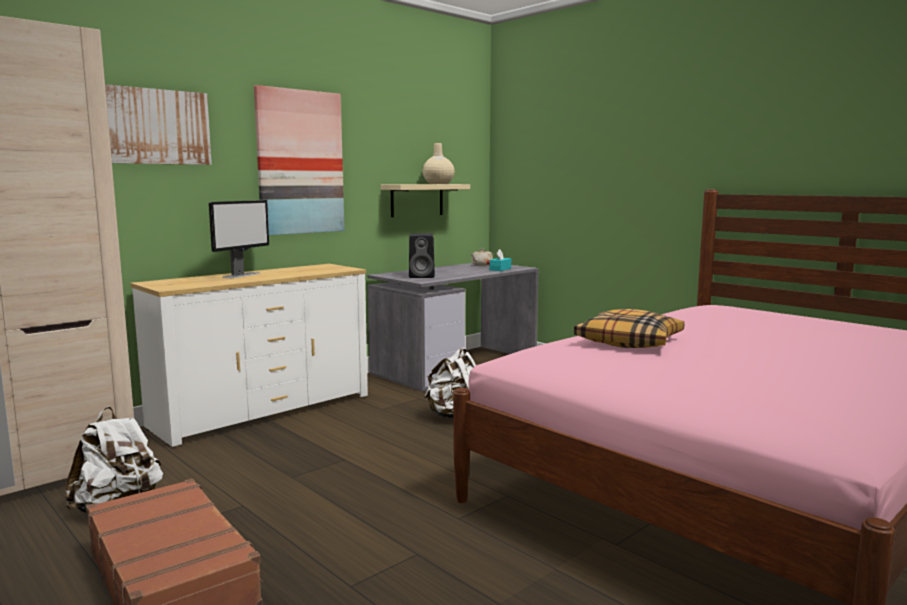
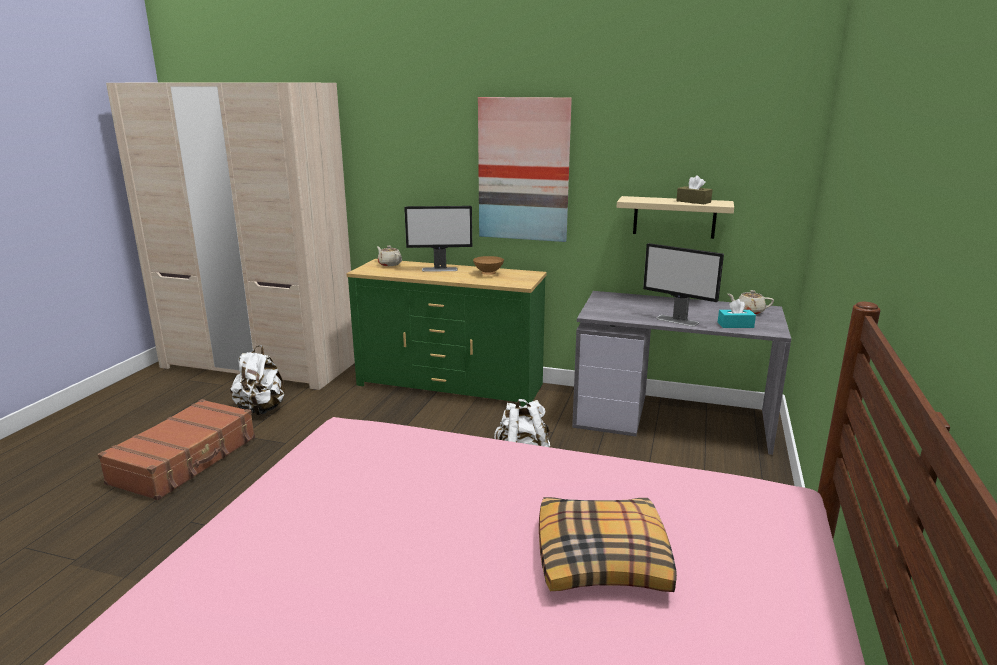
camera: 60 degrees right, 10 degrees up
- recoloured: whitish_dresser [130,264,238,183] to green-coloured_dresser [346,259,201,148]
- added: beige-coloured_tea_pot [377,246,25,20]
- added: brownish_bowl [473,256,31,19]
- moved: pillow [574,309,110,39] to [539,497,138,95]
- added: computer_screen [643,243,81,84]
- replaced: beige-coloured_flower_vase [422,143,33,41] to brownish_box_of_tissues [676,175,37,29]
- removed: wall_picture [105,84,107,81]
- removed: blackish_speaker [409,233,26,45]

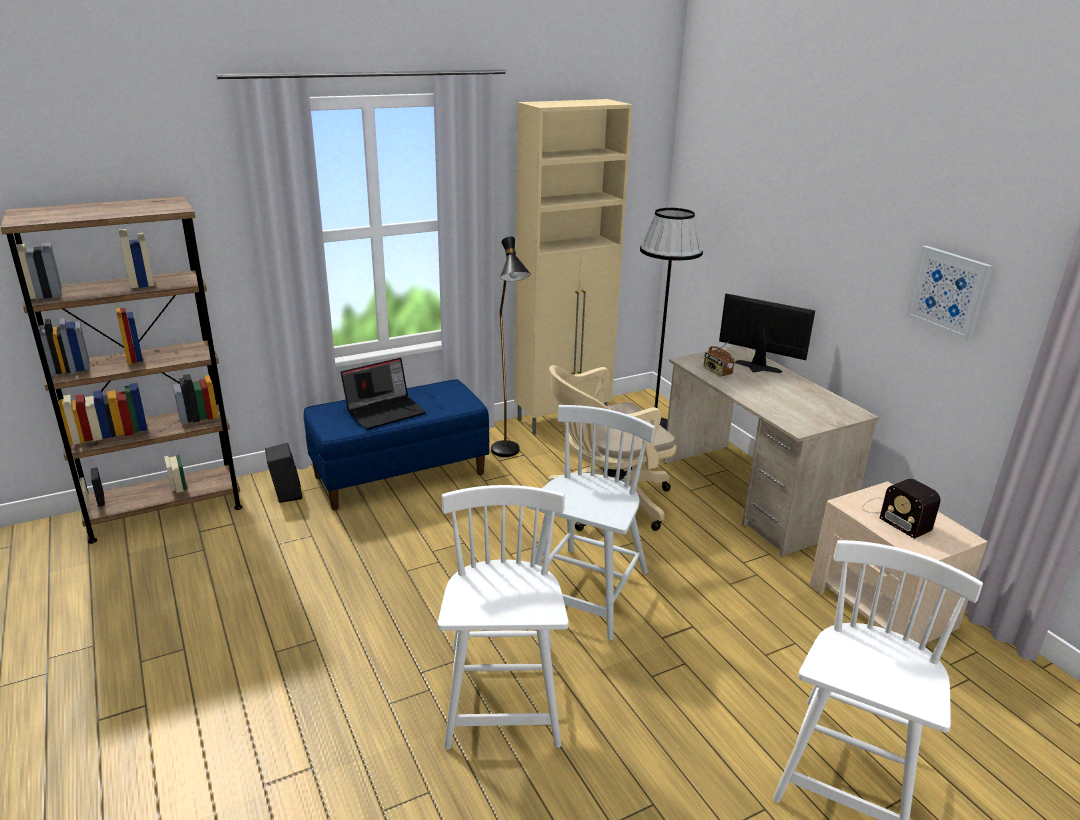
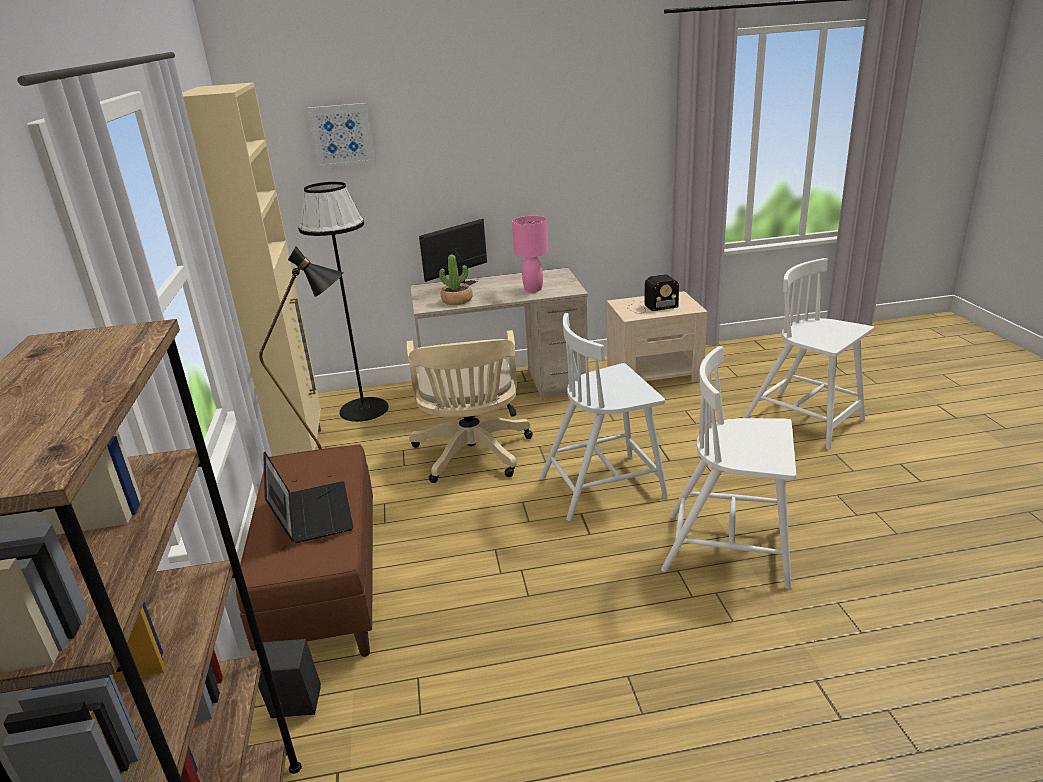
camera: 70 degrees left, 0 degrees up
- recoloured: bluish_long_seat [304,379,185,131] to brownish_long_seat [236,444,137,213]
- moved: wall_picture [905,246,87,95] to [307,103,67,65]
- replaced: radio_receiver [704,341,30,36] to houseplant [439,255,34,50]
- added: pink_lamp_for_a_table [512,216,36,76]
- turned: whitish_plain_chair [527,405,128,235] = [540,313,128,208] 60 degrees counterclockwise

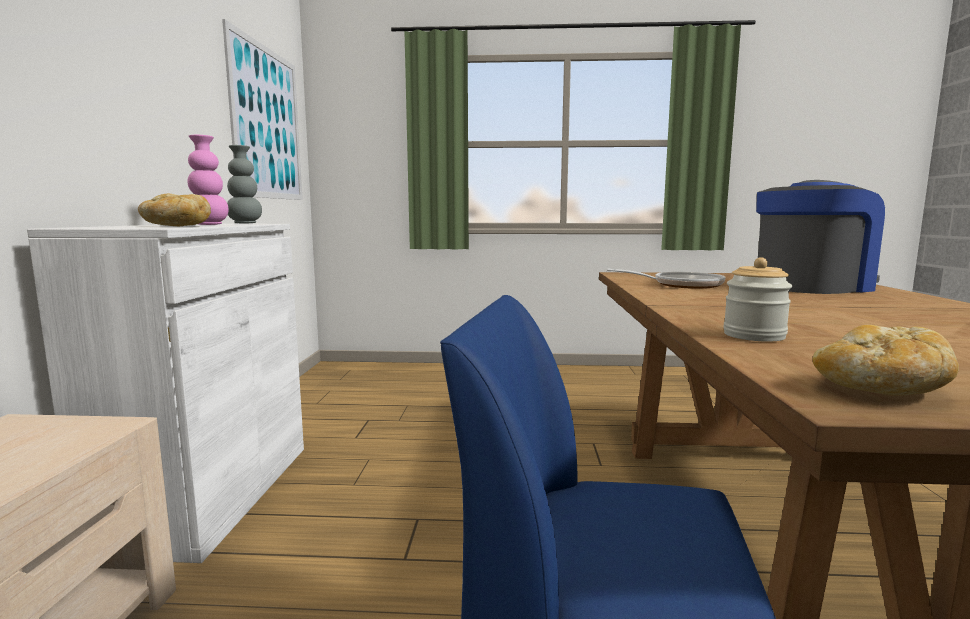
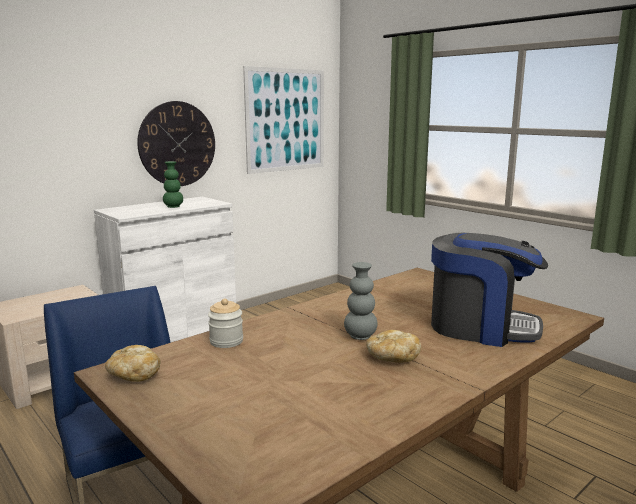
camera: 45 degrees right, 5 degrees up
- added: clock_on_the_wall [137,101,78,85]
- recoloured: pink_flower_vase [187,135,42,90] to green-coloured_flower_vase [163,161,20,47]
- moved: grey_flower_vase [227,145,35,79] to [344,262,34,78]
- moved: baked_bread [138,194,73,32] to [366,330,55,33]
- removed: frying_pan [607,269,119,20]

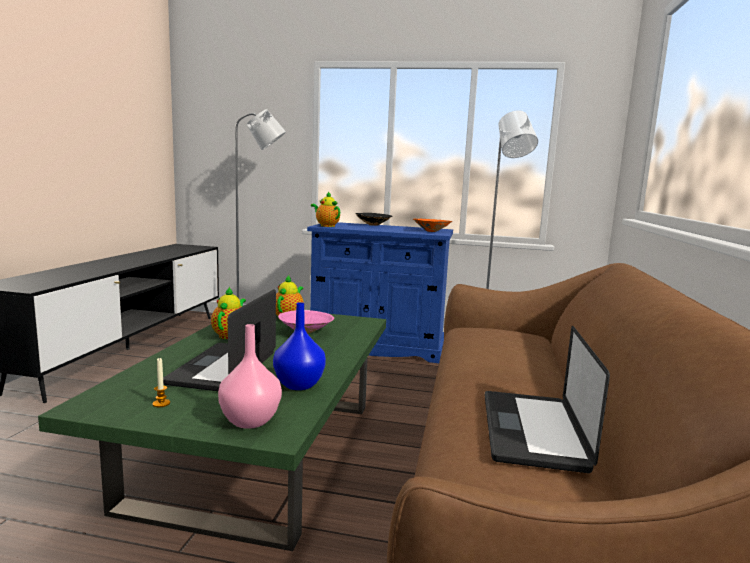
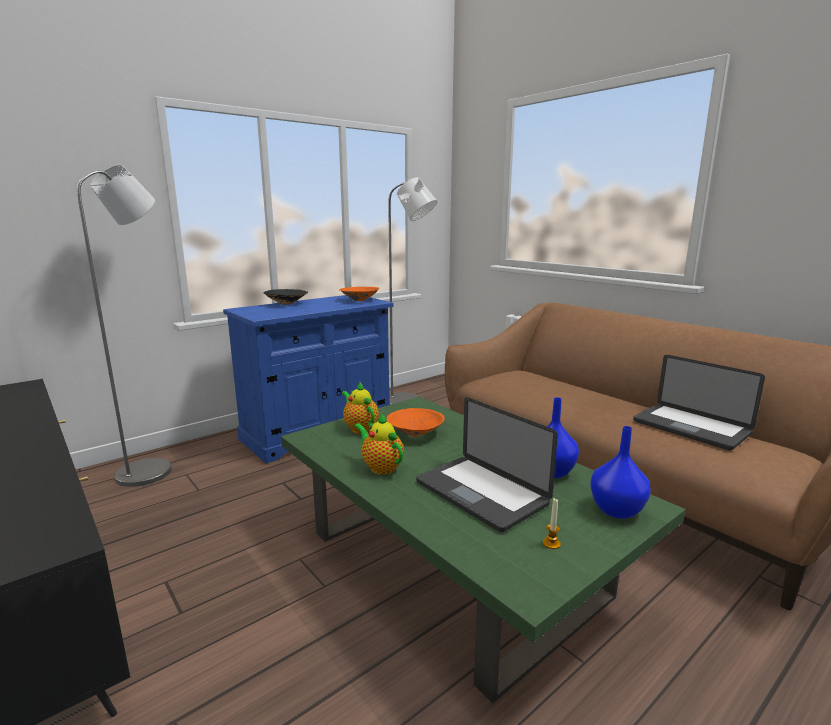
camera: 50 degrees left, 5 degrees up
- recoloured: pink_bowl [278,310,56,24] to orange_bowl [387,408,58,29]
- recoloured: pink_flower_vase [218,324,64,105] to bluish_flower_vase [590,426,61,93]
- removed: tea_pot [311,192,29,35]

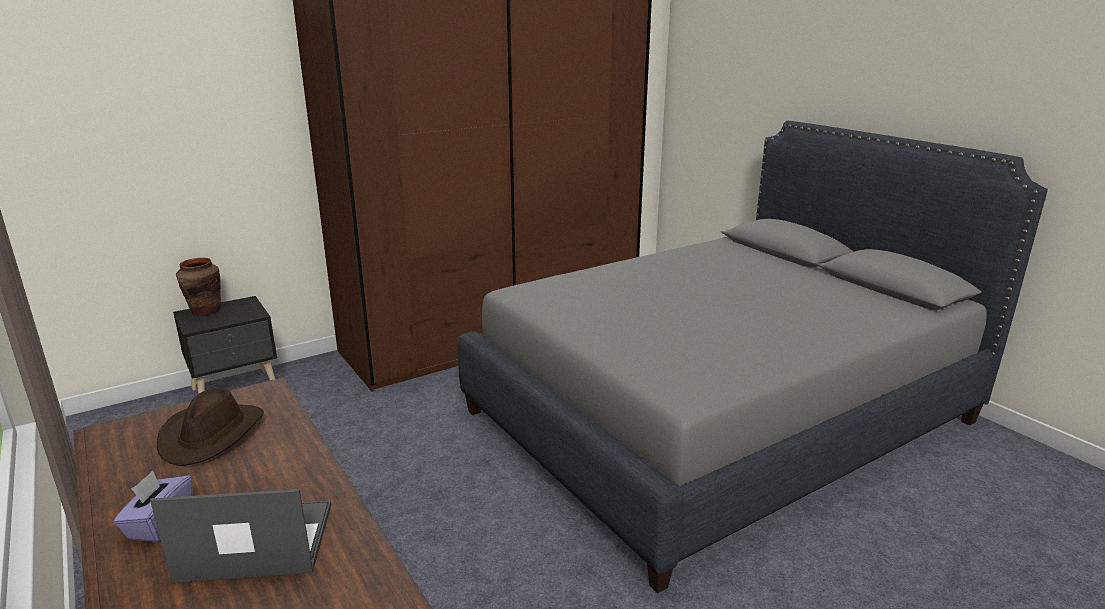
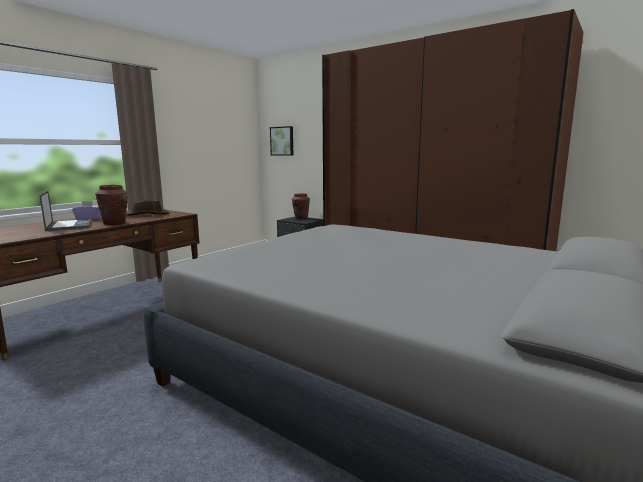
camera: 70 degrees right, 10 degrees down
- added: brownish_flower_vase [95,185,33,40]
- added: wall_picture [270,126,23,29]

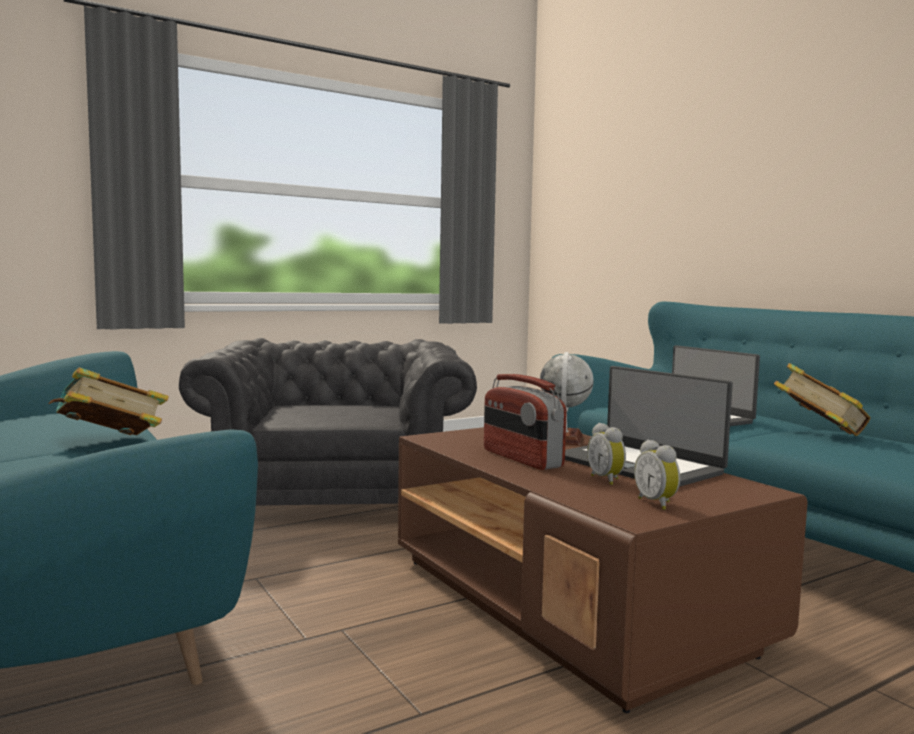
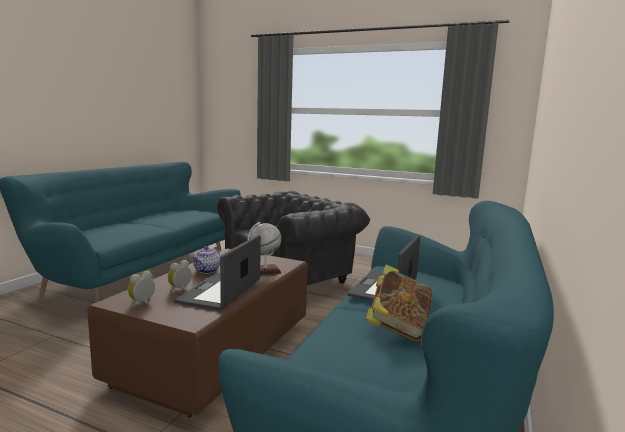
camera: 55 degrees right, 5 degrees up
- replaced: radio_receiver [484,374,83,96] to tea_pot [193,246,27,28]
- removed: book [48,367,121,68]

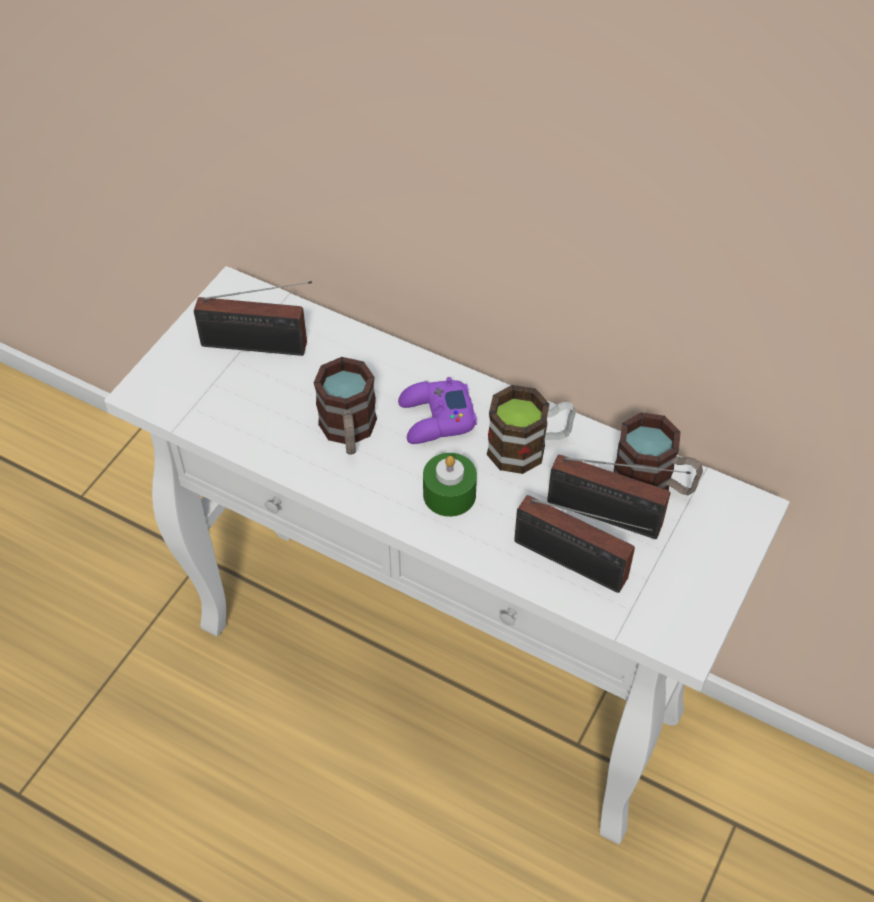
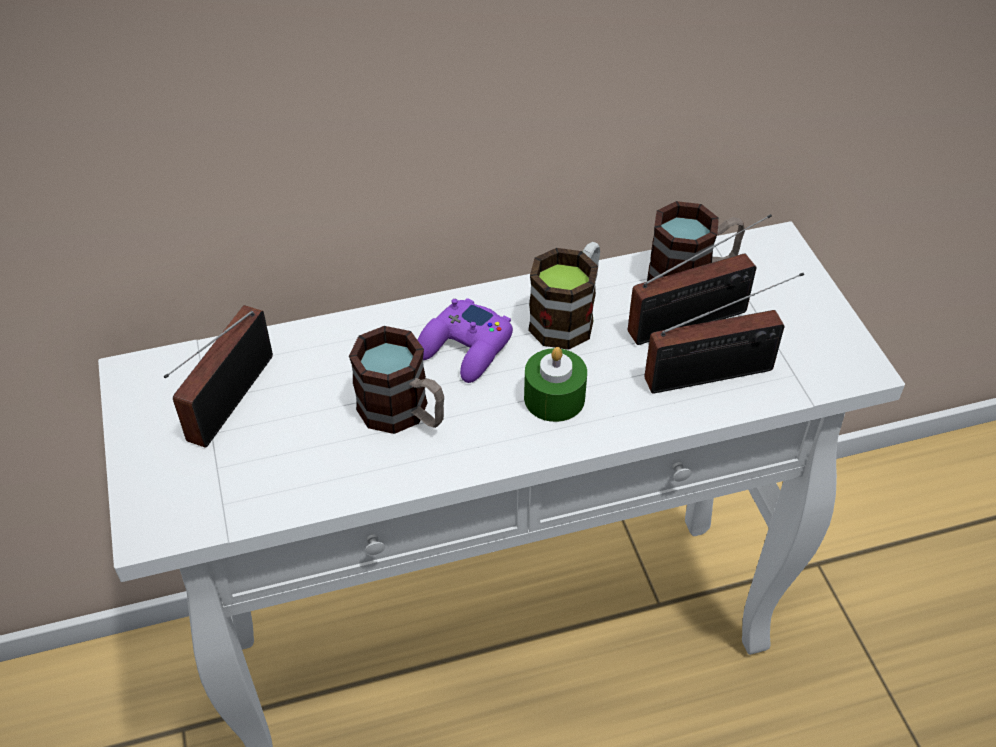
camera: 45 degrees left, 5 degrees down
- turned: radio_receiver [194,281,118,75] = [164,305,109,143] 150 degrees clockwise

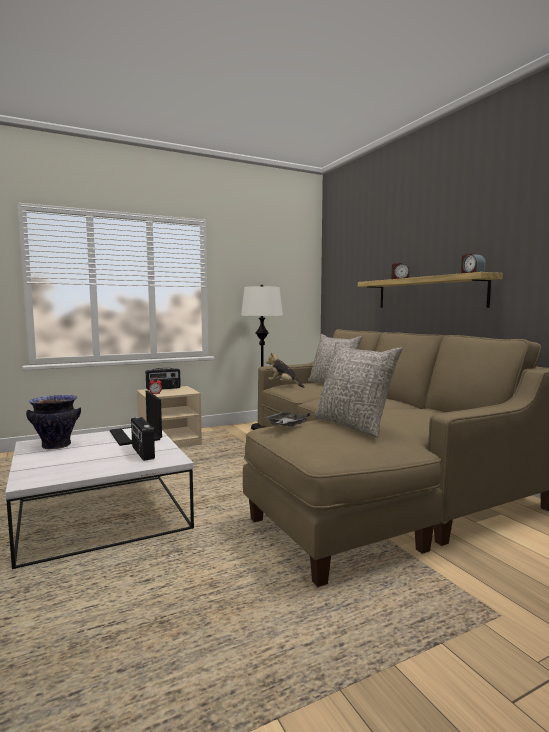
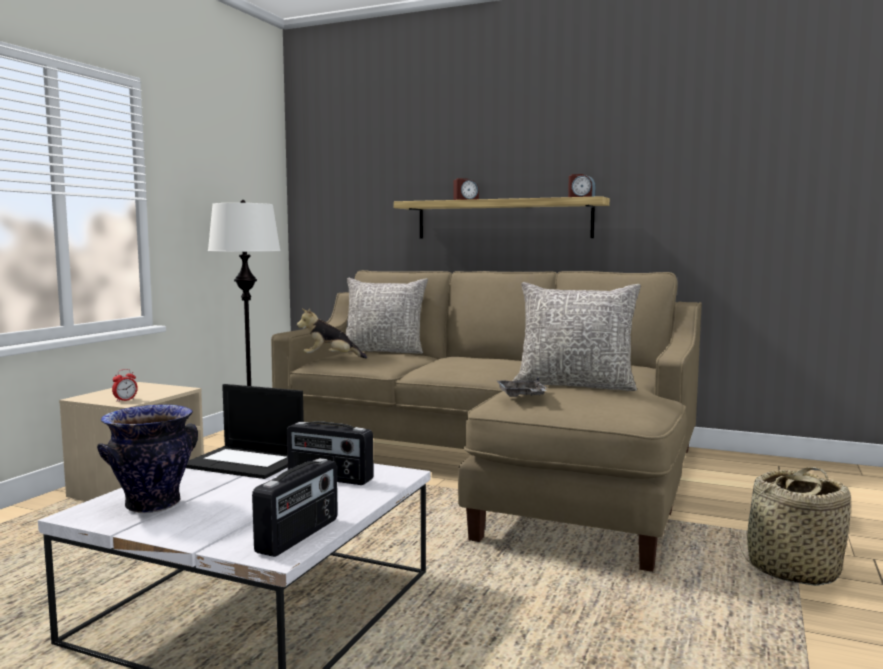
camera: 40 degrees left, 0 degrees up
- moved: radio_receiver [146,368,35,22] to [252,458,86,99]
- added: basket [738,467,113,119]

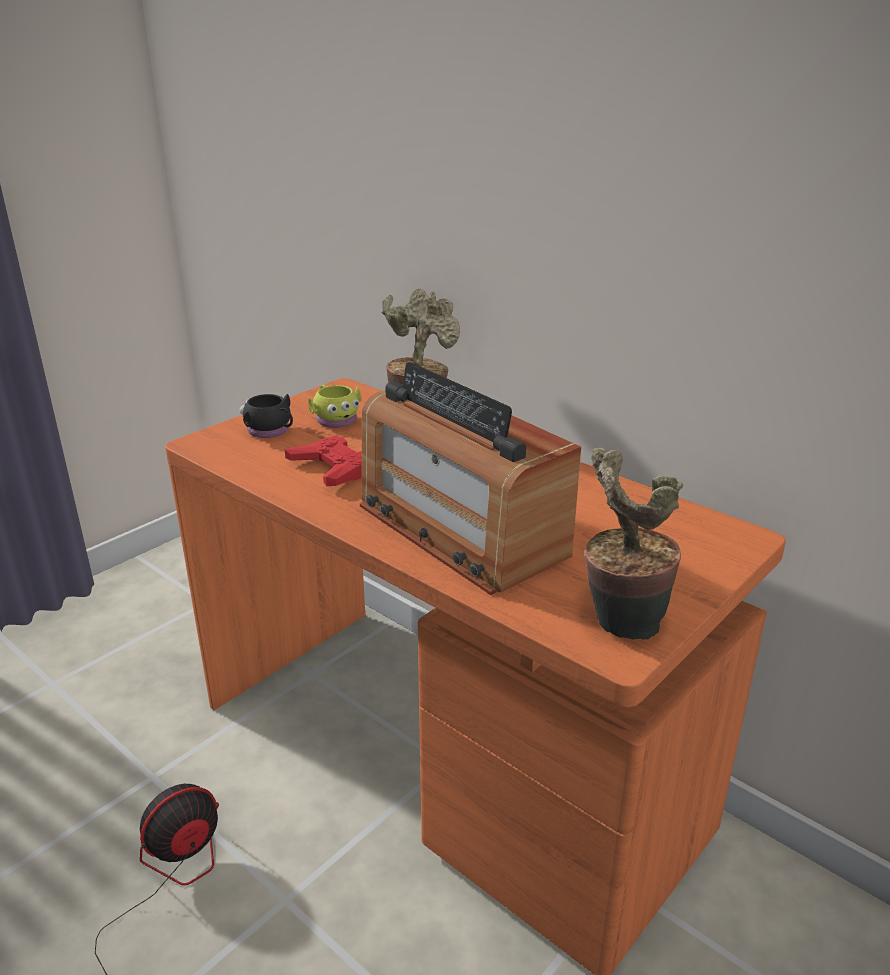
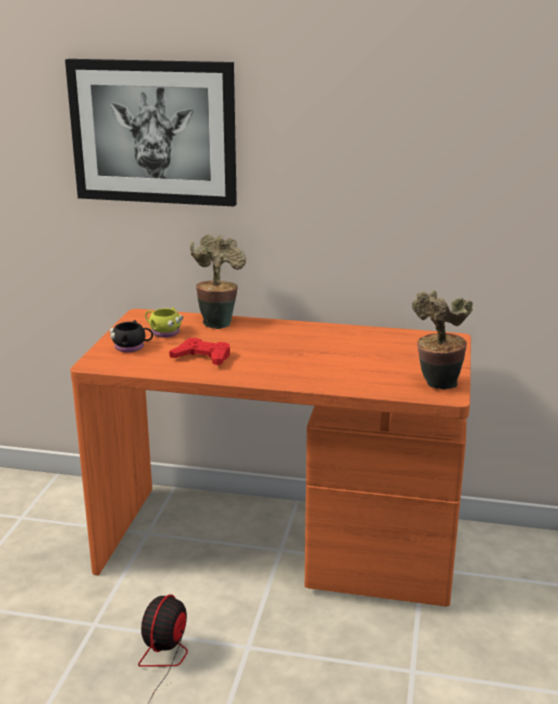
camera: 30 degrees left, 5 degrees down
- added: wall_picture [65,59,172,147]
- removed: radio_receiver [360,362,221,233]

